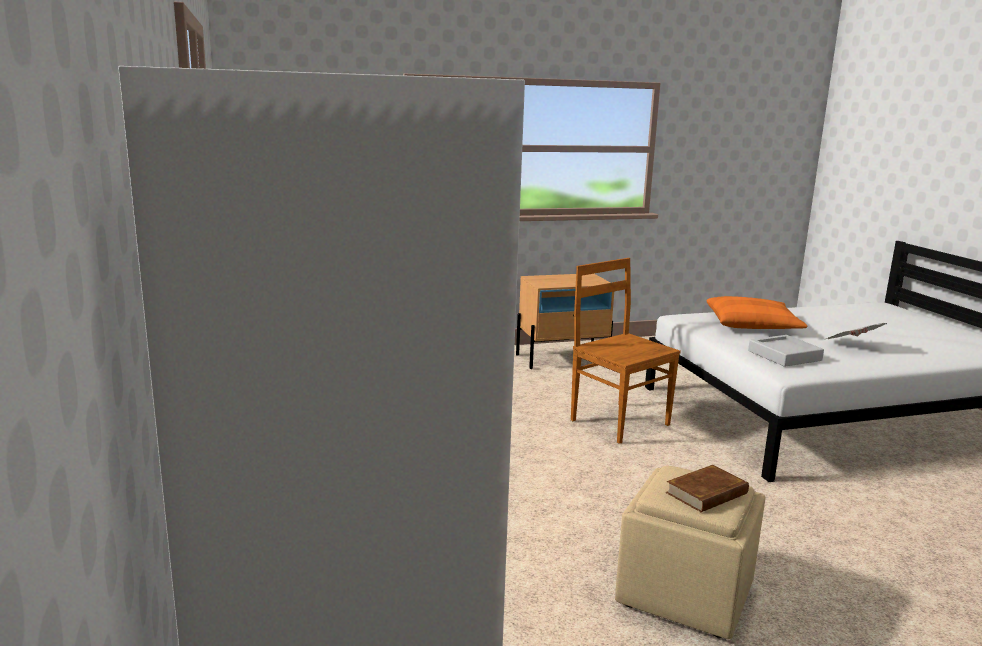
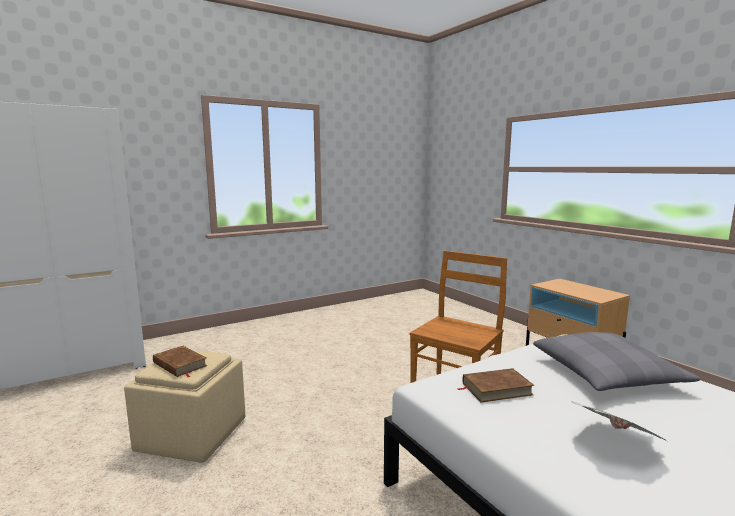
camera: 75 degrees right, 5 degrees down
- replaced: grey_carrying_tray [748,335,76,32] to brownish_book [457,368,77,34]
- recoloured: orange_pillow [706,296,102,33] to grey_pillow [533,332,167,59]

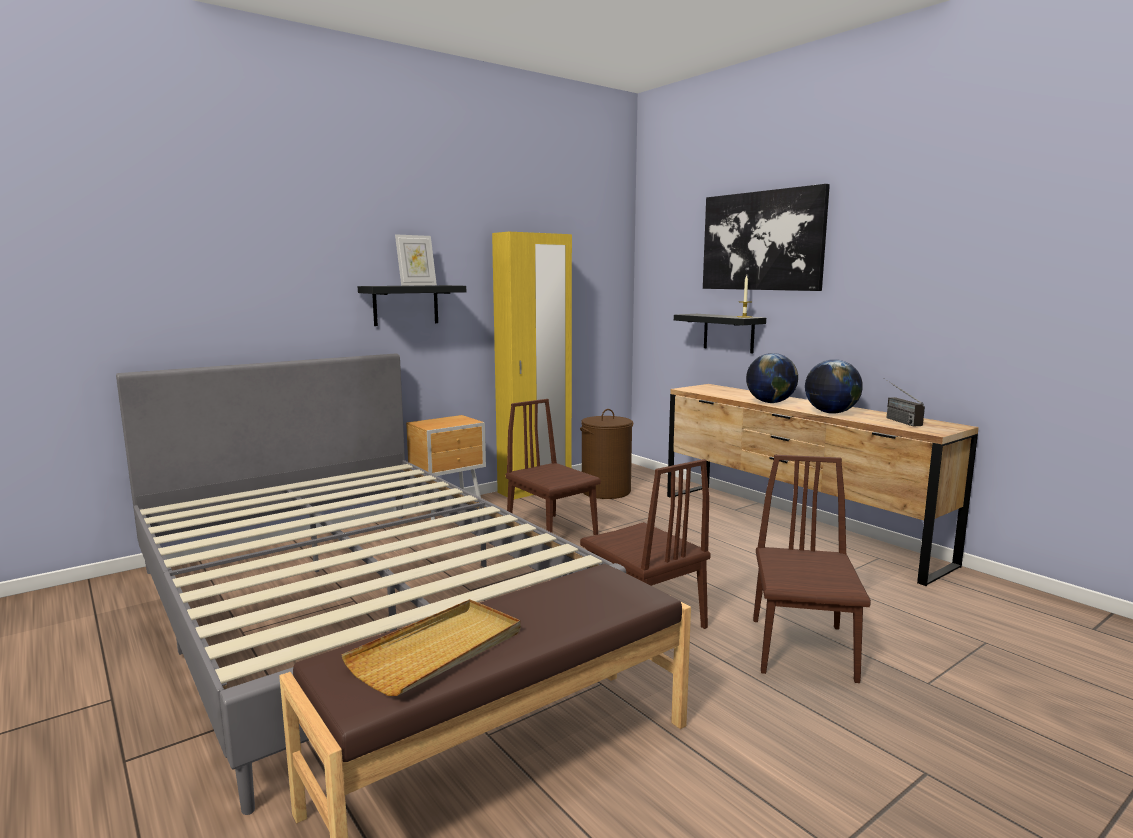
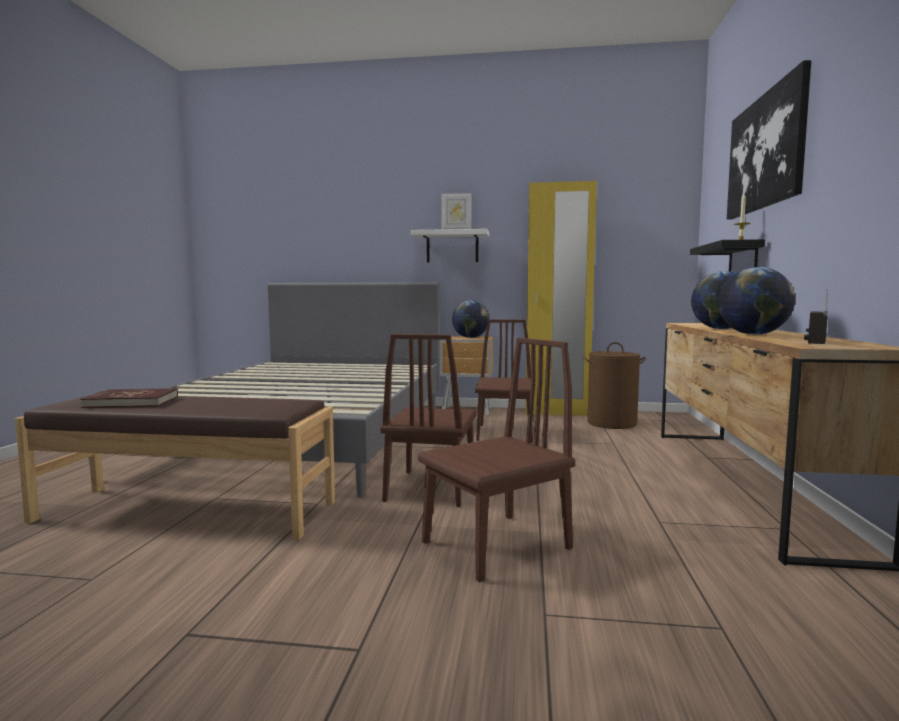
camera: 45 degrees right, 5 degrees down
- replaced: beige-coloured_carrying_tray [342,599,179,97] to red-coloured_book [80,388,98,20]
- recoloured: blackish_wall_shelf [358,285,108,41] to whitish_wall_shelf [411,229,78,33]
- added: desk_globe [452,300,38,38]

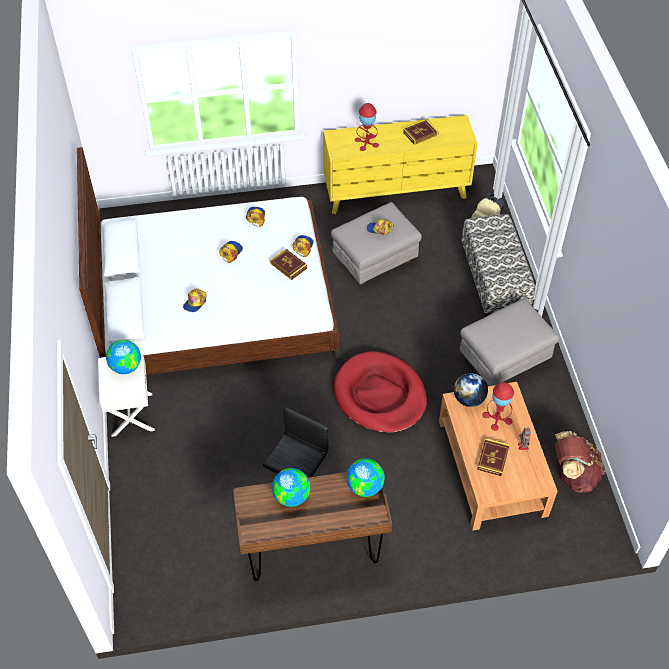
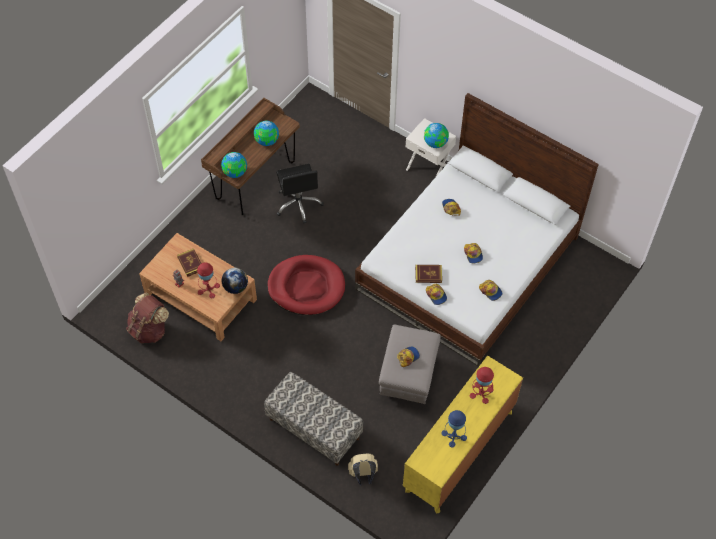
camera: 135 degrees right, 5 degrees up
- replaced: book [403,120,36,25] to bluish_lamp_for_a_table [441,410,26,37]
- removed: grey_pouffe [460,298,99,88]

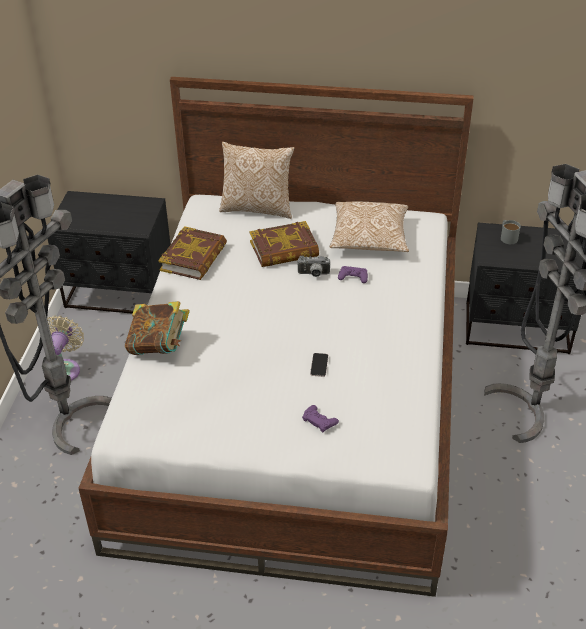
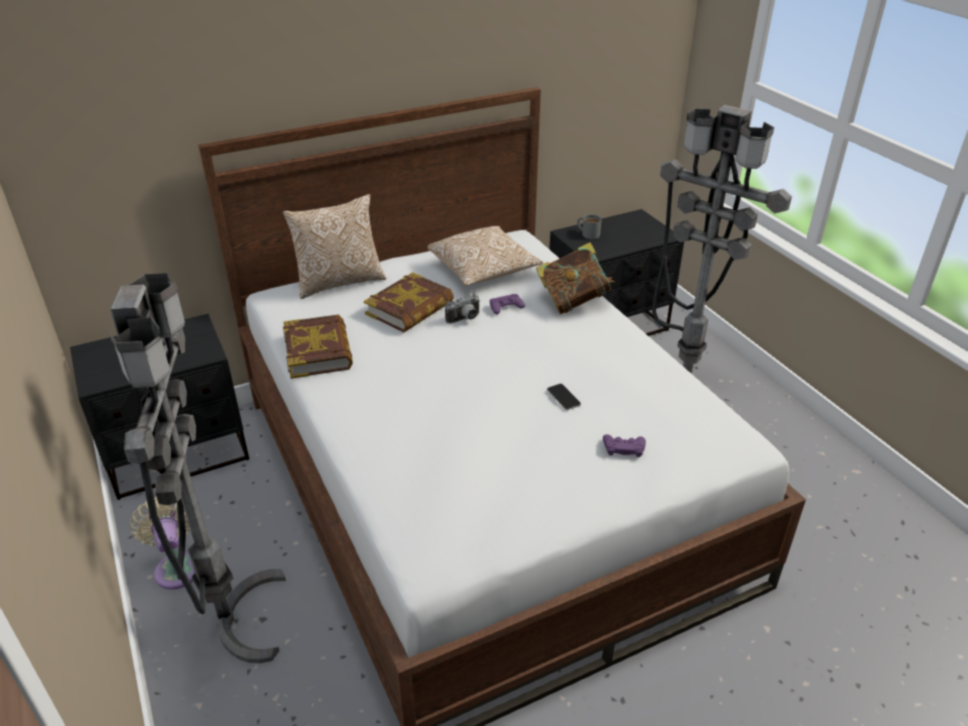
camera: 35 degrees left, 5 degrees down
- moved: book [125,301,65,54] to [536,242,79,72]

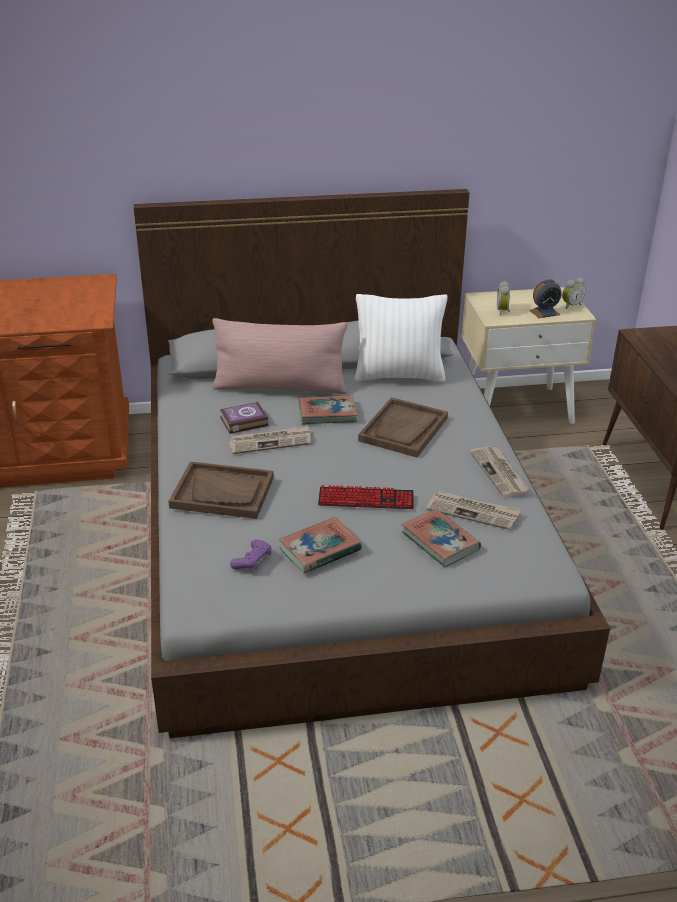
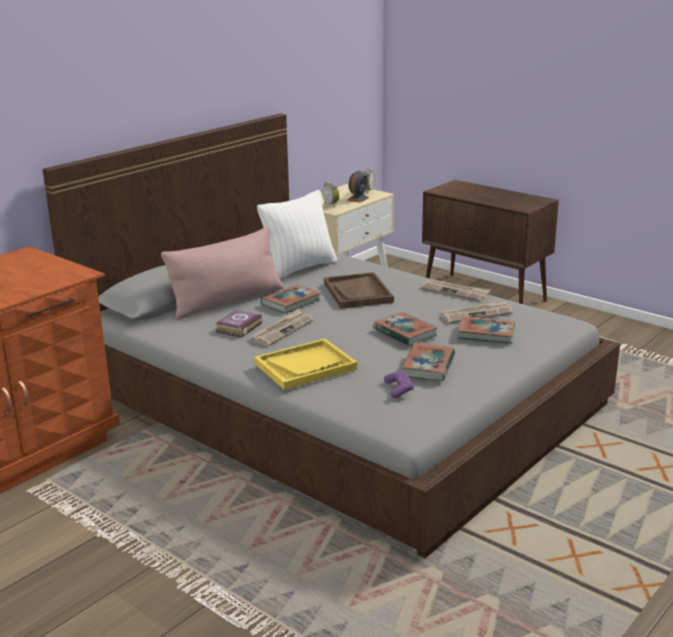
camera: 40 degrees left, 10 degrees down
- recoloured: brownish_carrying_tray [169,461,105,58] to yellow_carrying_tray [254,339,103,51]
- replaced: computer_keyboard [318,485,96,24] to book [373,312,65,34]

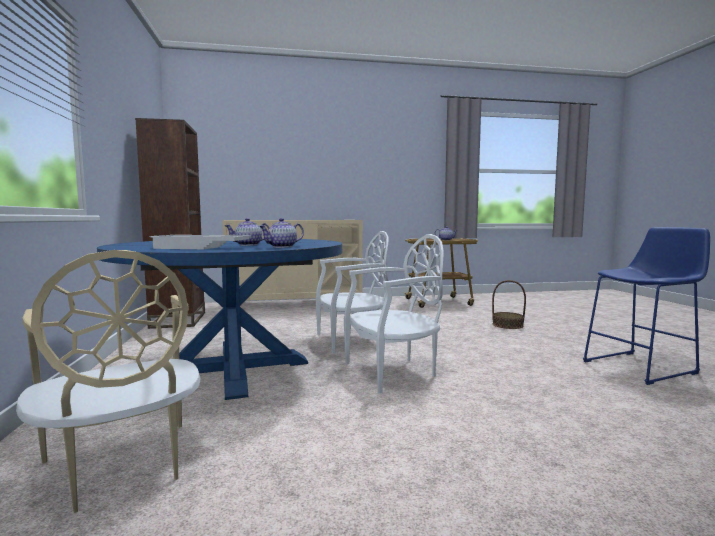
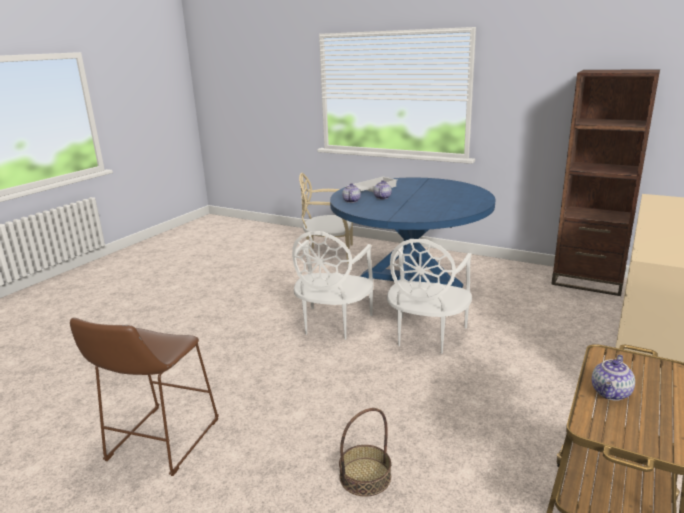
camera: 130 degrees right, 15 degrees up
- recoloured: bluish_stool [583,227,127,158] to brownish_stool [70,318,149,158]

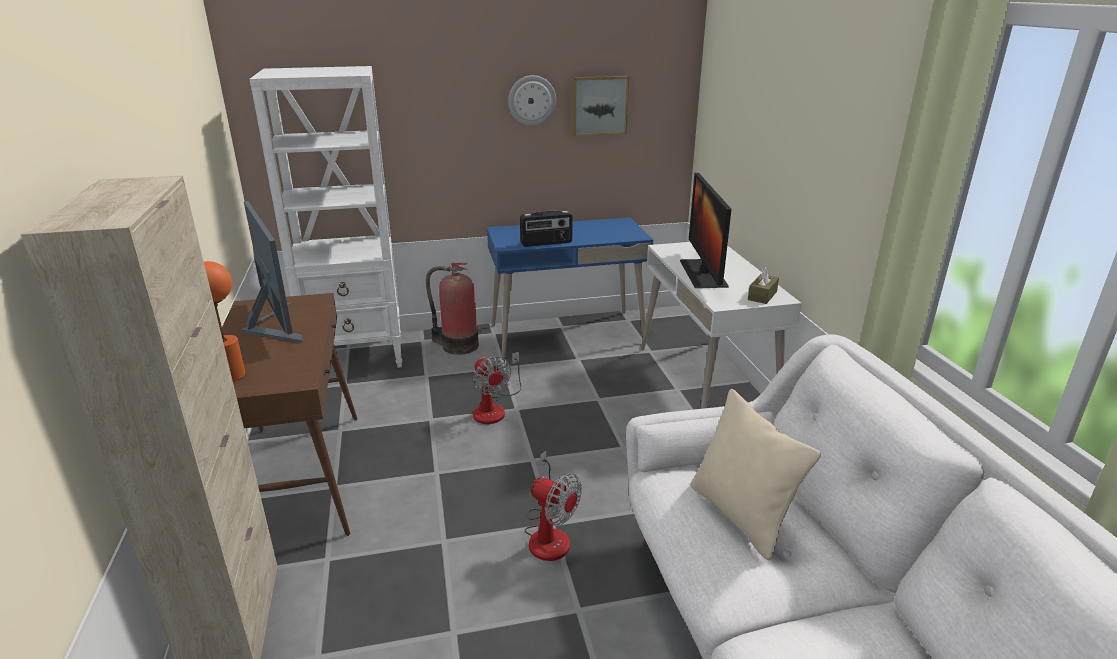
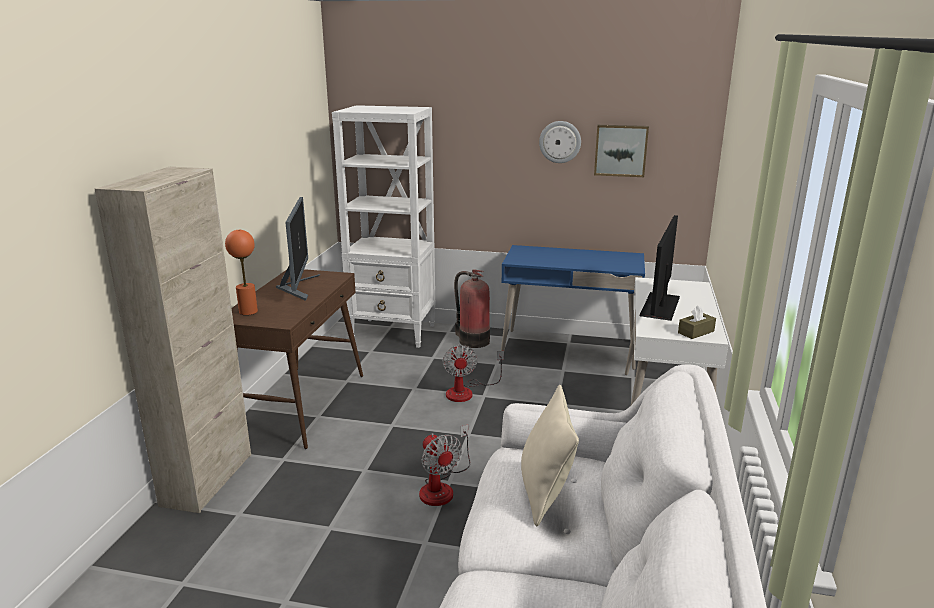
camera: 25 degrees right, 5 degrees down
- removed: radio_receiver [520,211,53,36]

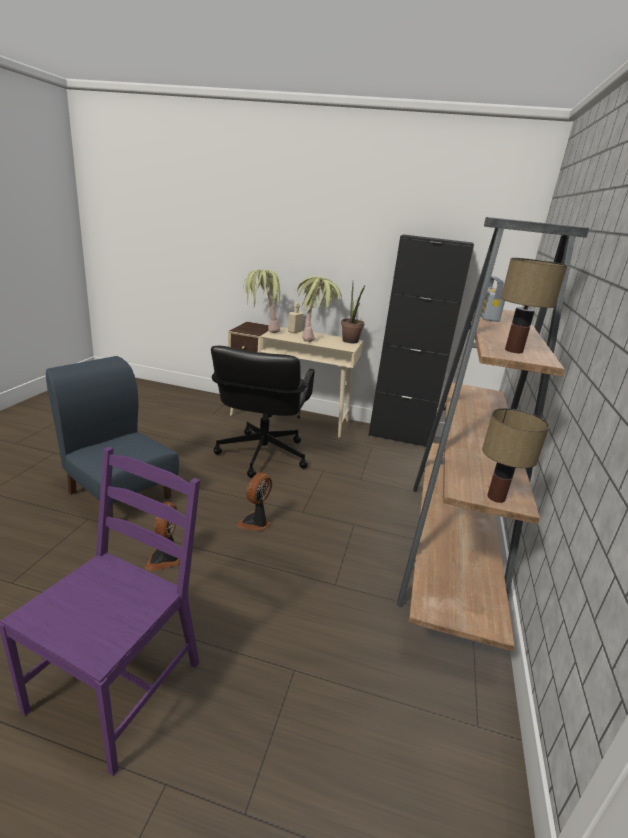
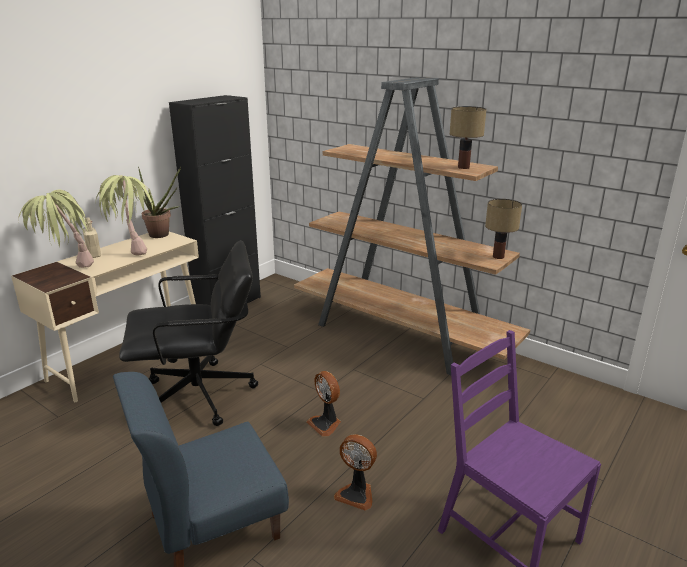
camera: 65 degrees left, 0 degrees up
- turned: blackish_computer_chair [211,346,104,132] = [119,240,139,186] 45 degrees counterclockwise
- removed: radio_receiver [481,276,24,46]

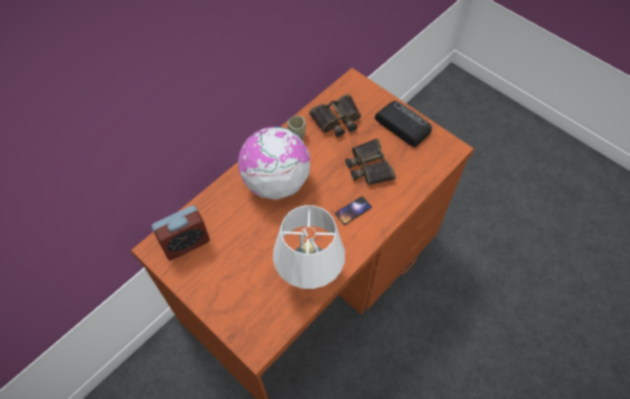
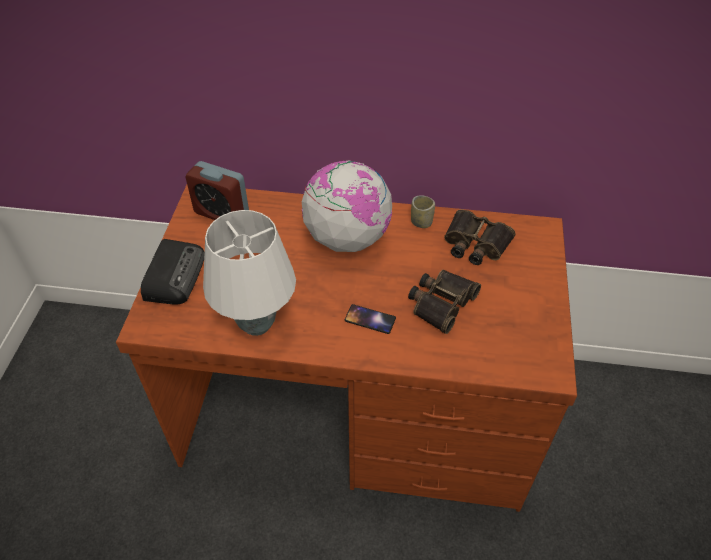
camera: 55 degrees right, 10 degrees down
- moved: radio_receiver [375,101,57,47] to [141,239,64,66]

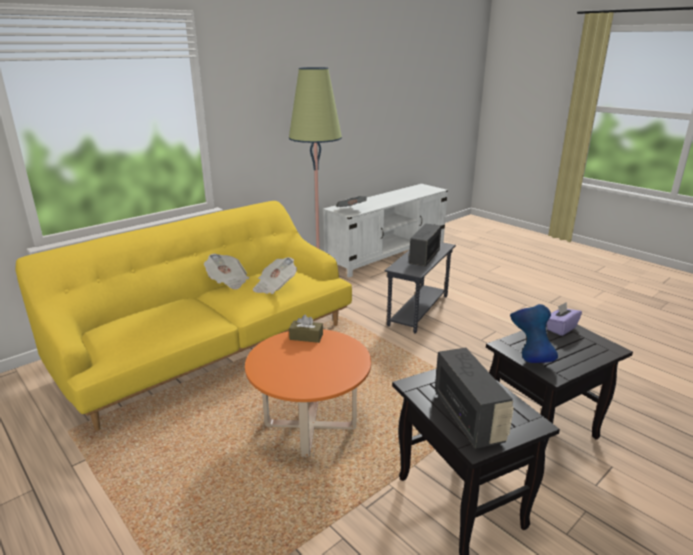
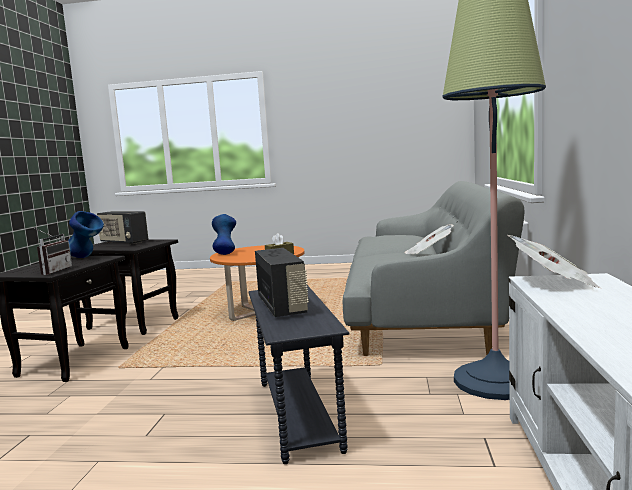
camera: 140 degrees right, 15 degrees down
- replaced: purplish_box_of_tissues [547,302,35,34] to radio_receiver [34,228,38,47]
- added: bluish_flower_vase [212,214,24,41]
- recoloured: yellow_couch [16,201,336,230] to grey_couch [343,181,181,175]
- removed: newspaper [253,257,44,37]

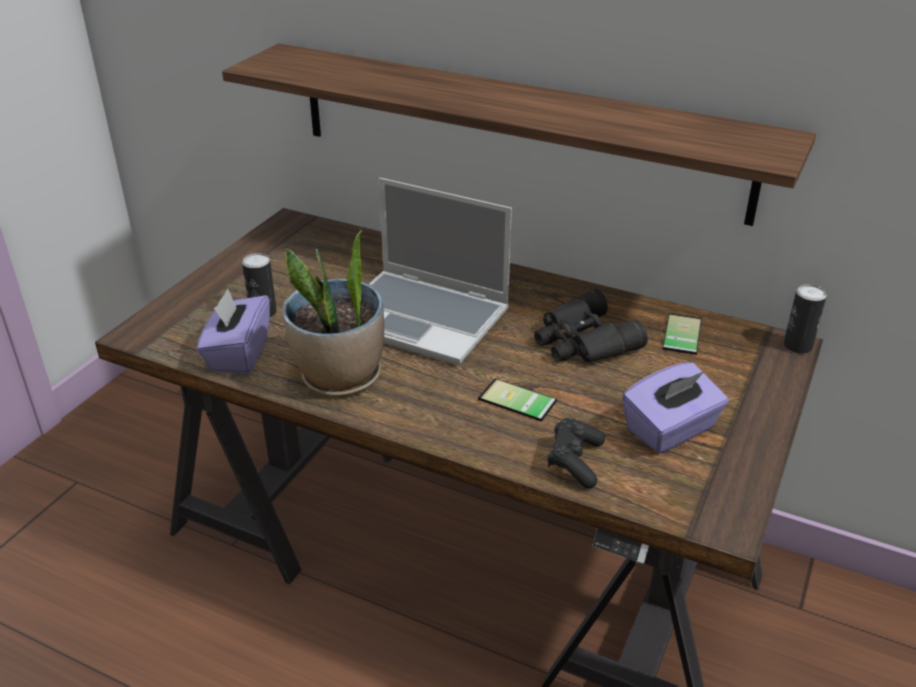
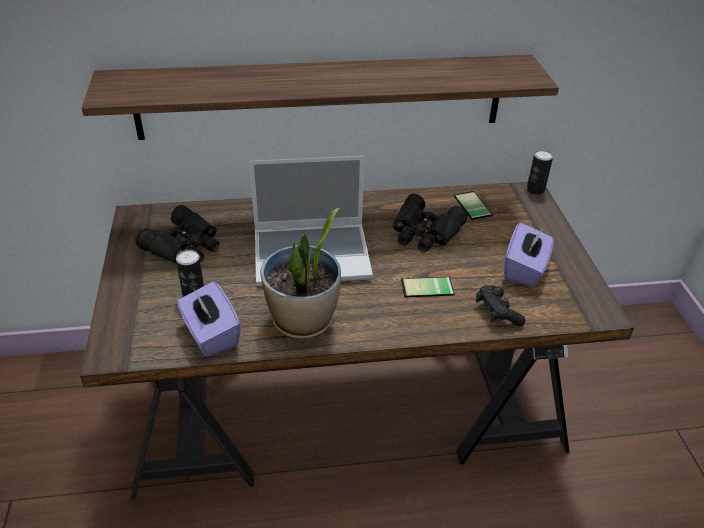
camera: 35 degrees left, 5 degrees up
- added: blackish_pair_of_binoculars [135,205,84,58]

